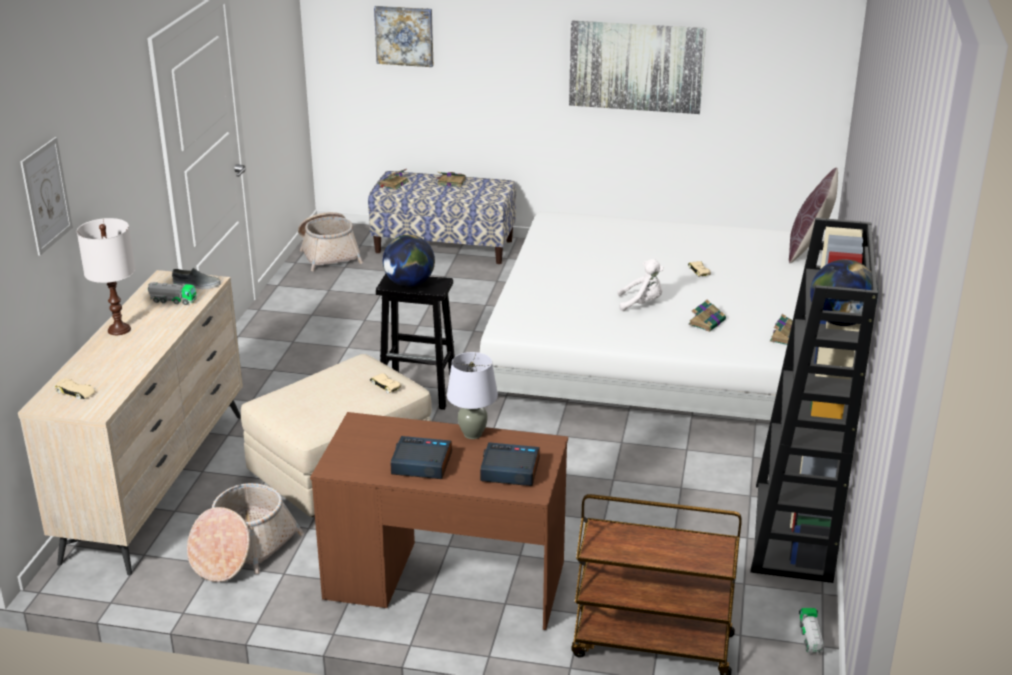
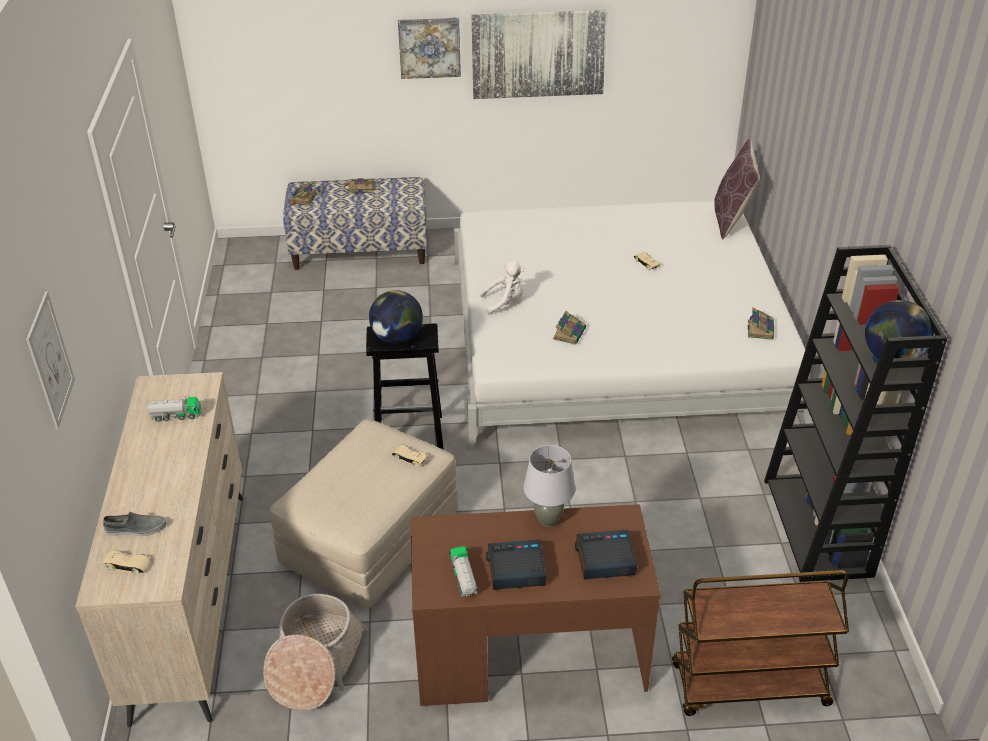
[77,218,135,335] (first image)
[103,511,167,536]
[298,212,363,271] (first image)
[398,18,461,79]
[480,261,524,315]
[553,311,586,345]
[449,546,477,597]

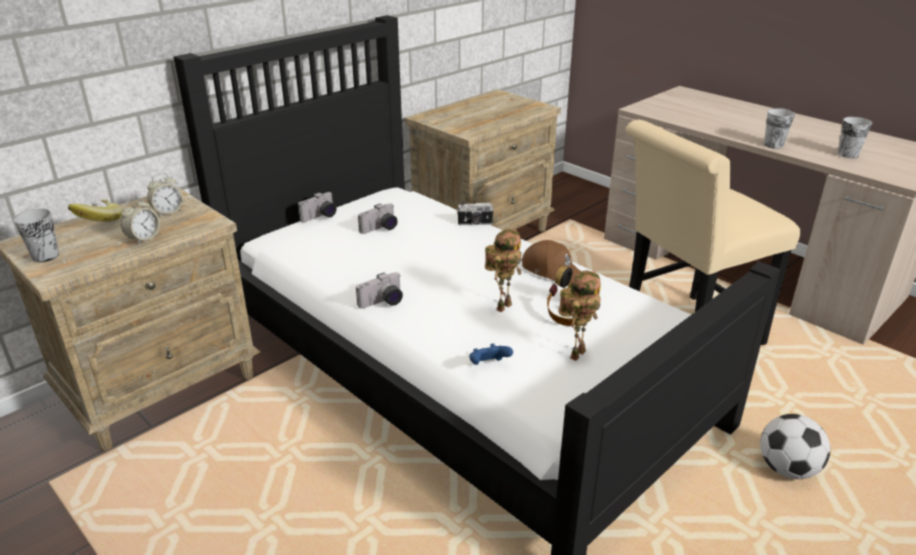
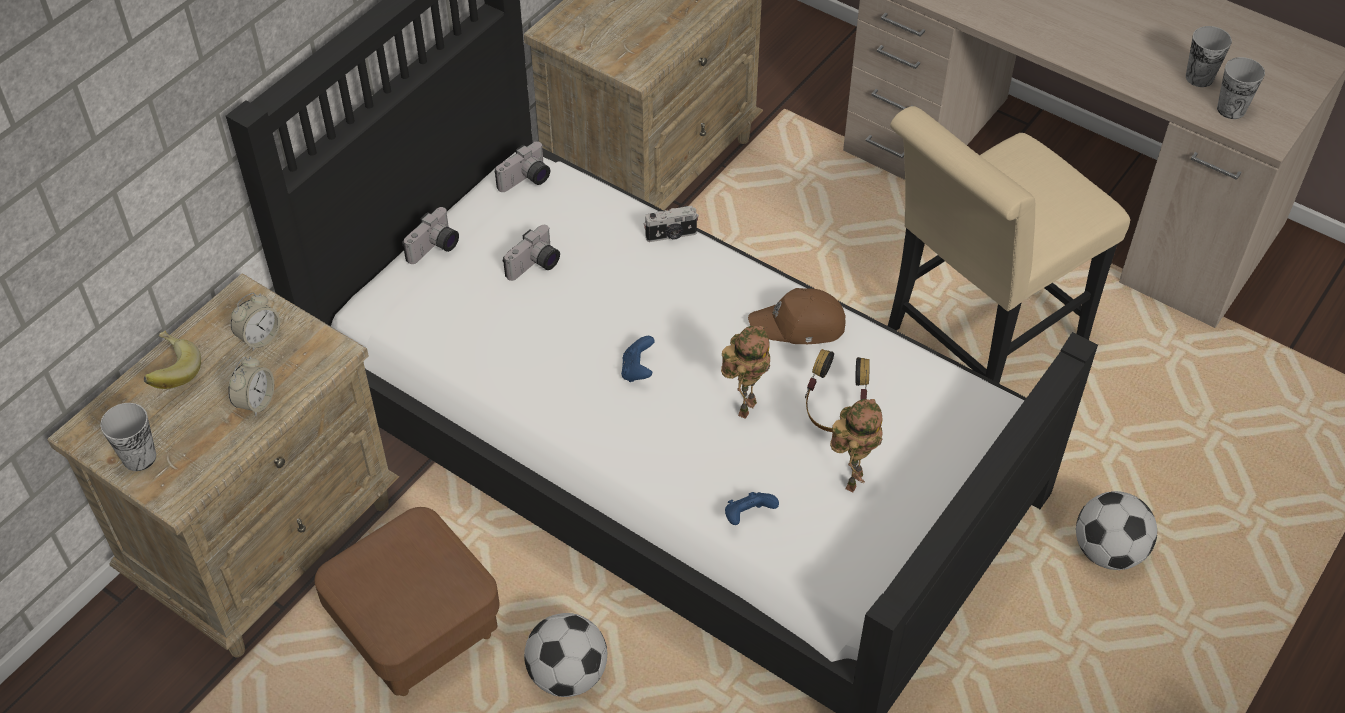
[494,142,550,192]
[748,288,846,344]
[1217,57,1265,119]
[315,507,500,696]
[524,613,607,697]
[621,336,655,382]

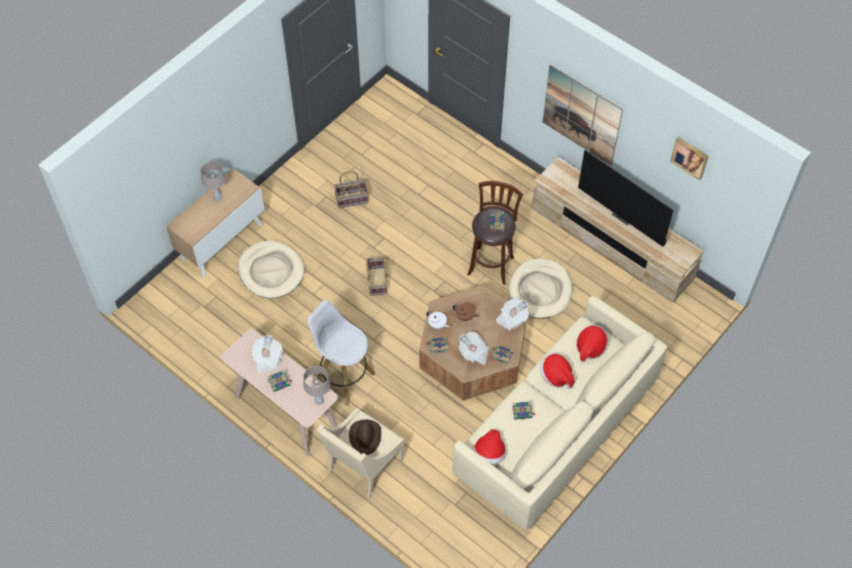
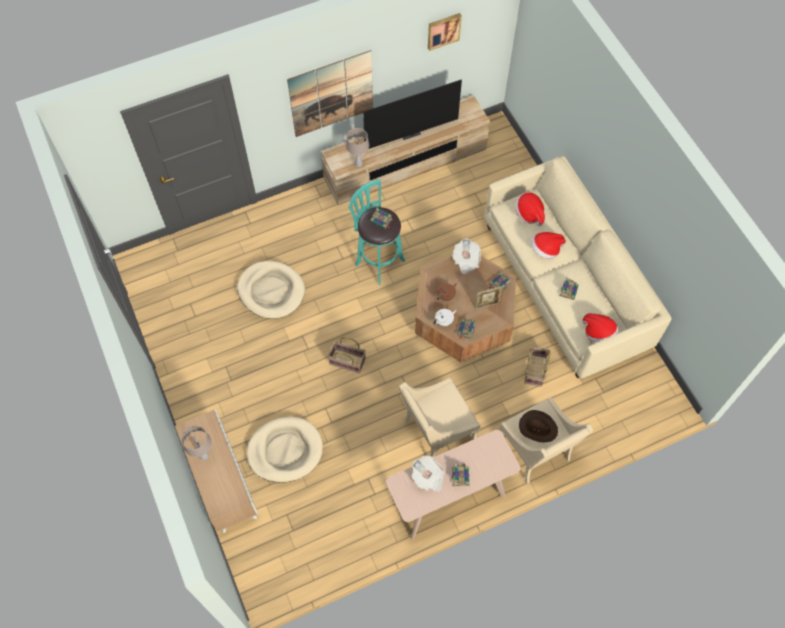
[346,128,369,167]
[399,378,480,457]
[524,346,550,387]
[476,287,502,309]
[349,179,405,285]
[237,261,305,319]

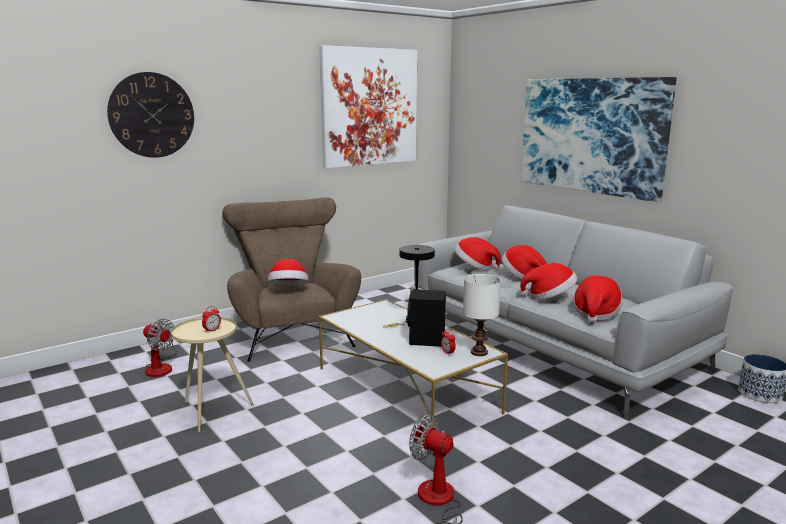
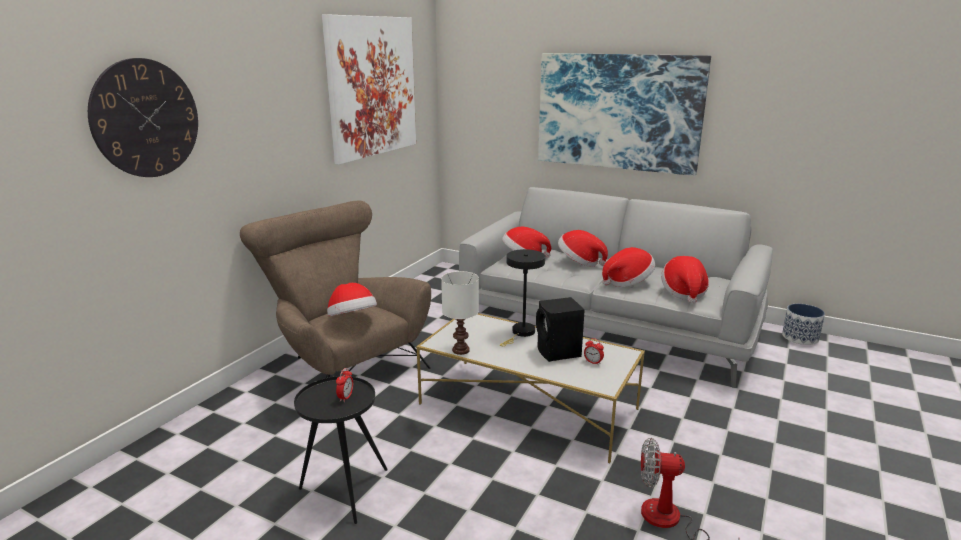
[143,319,177,377] (first image)
[294,376,388,524]
[441,271,479,355]

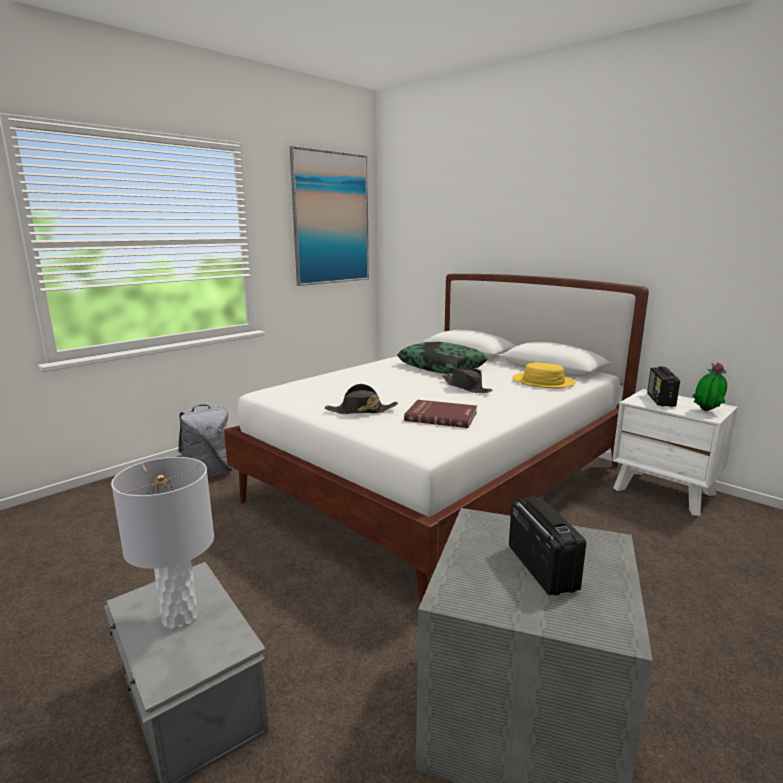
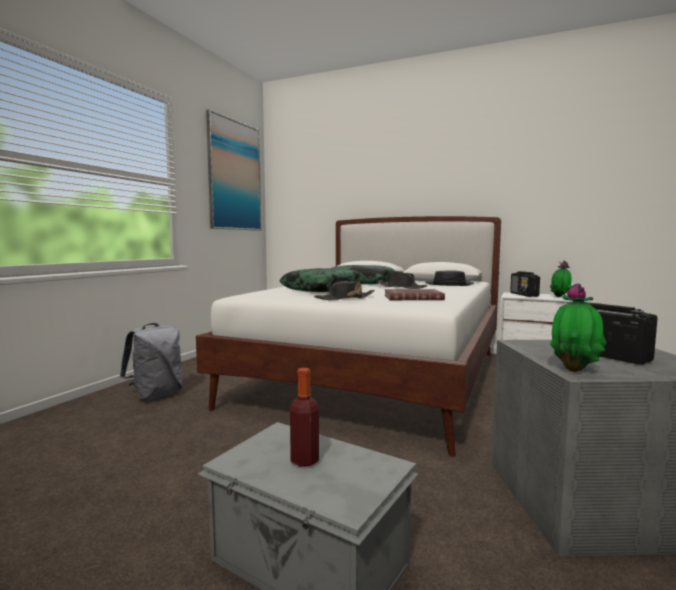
[290,368,319,466]
[425,270,474,286]
[279,268,366,292]
[550,283,607,372]

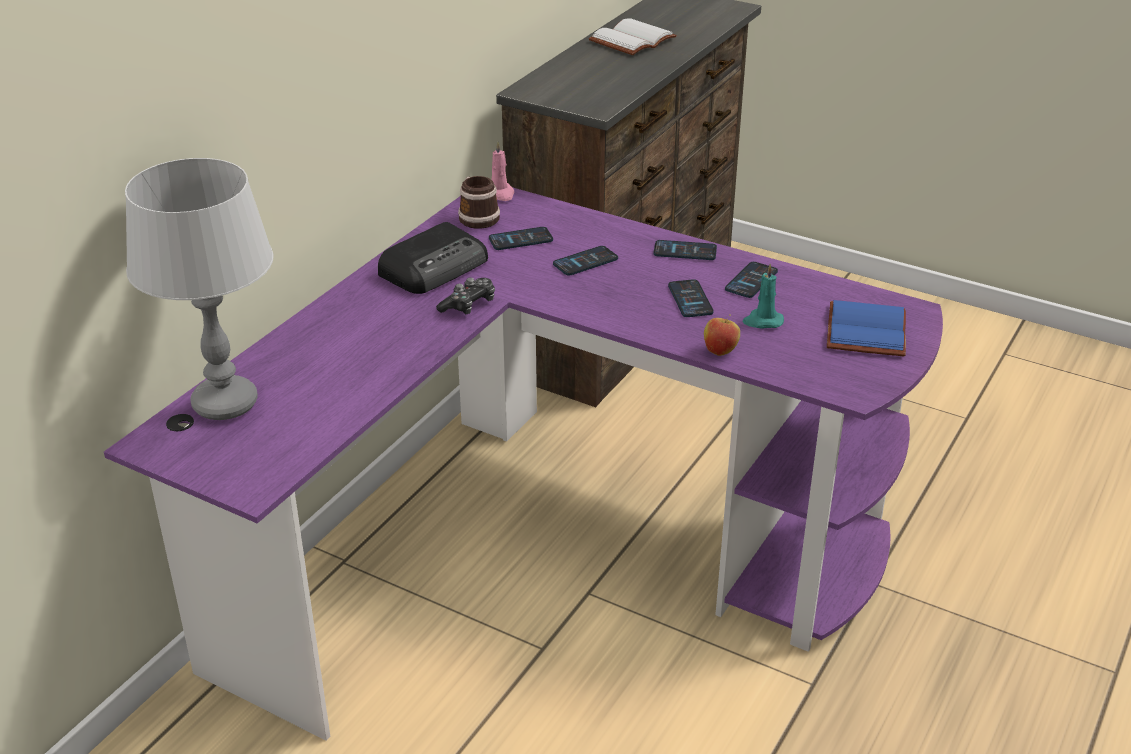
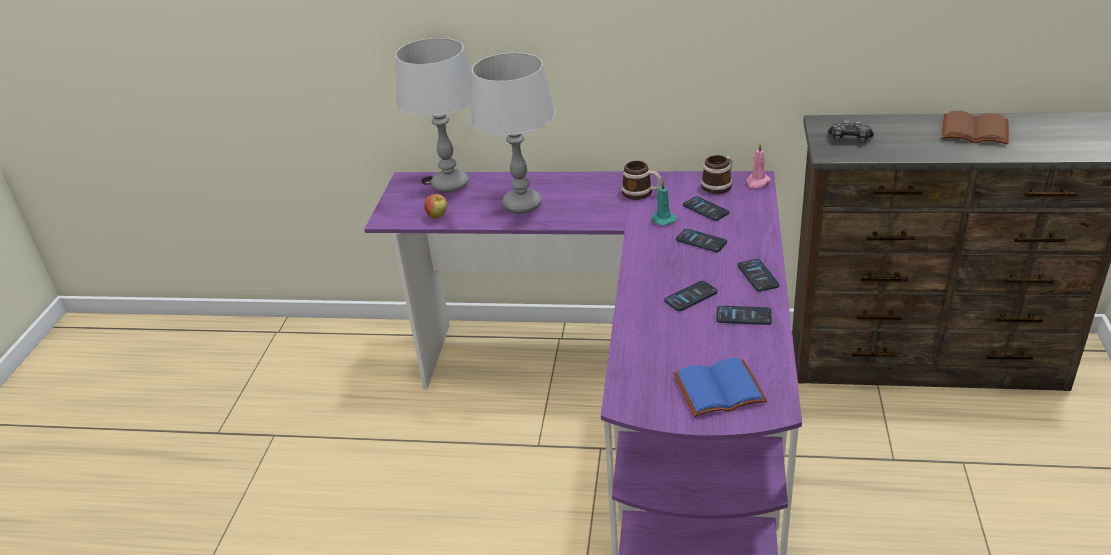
[621,161,662,200]
[828,120,874,143]
[942,111,1009,144]
[424,194,447,219]
[651,180,676,226]
[470,53,555,213]

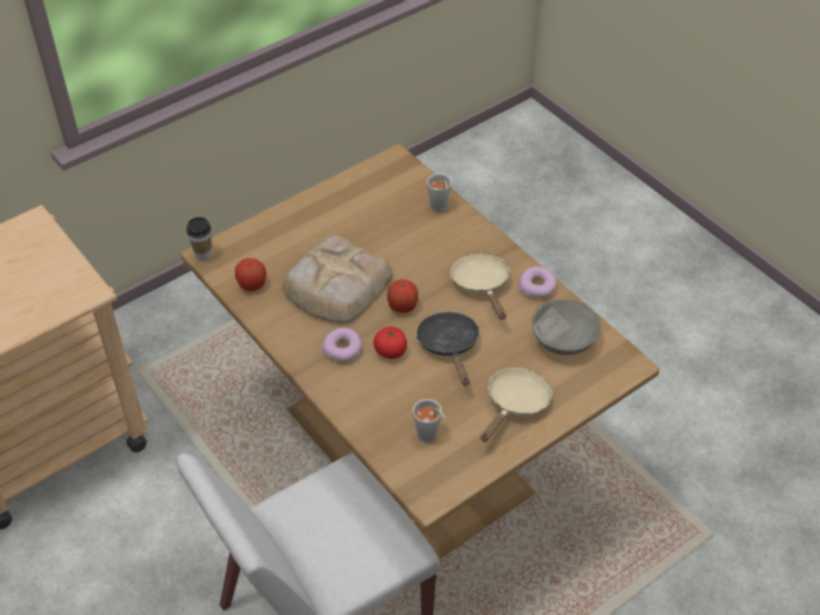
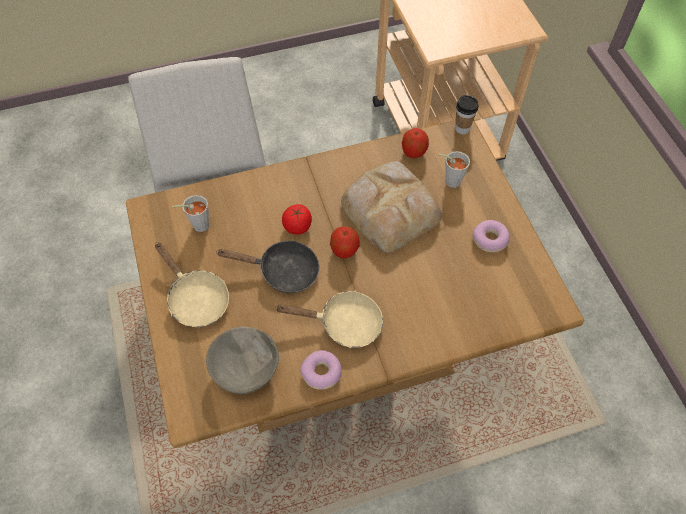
[472,220,510,252]
[438,151,470,188]

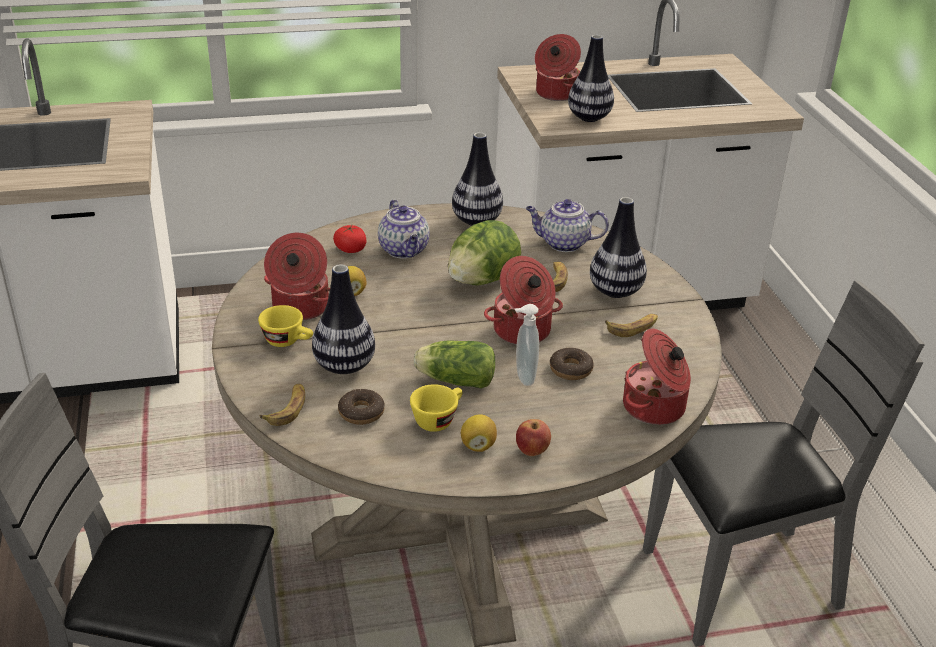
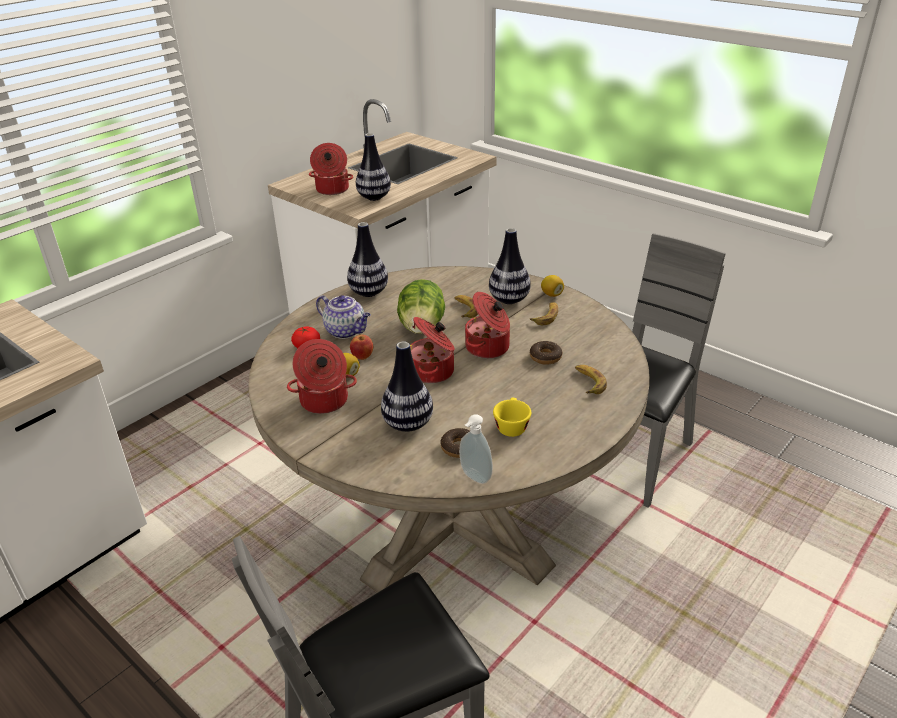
[258,305,313,347] (first image)
[575,365,607,394]
[414,341,495,389] (first image)
[541,275,564,297]
[459,414,493,484]
[350,334,373,360]
[526,199,609,252] (first image)
[410,317,455,384]

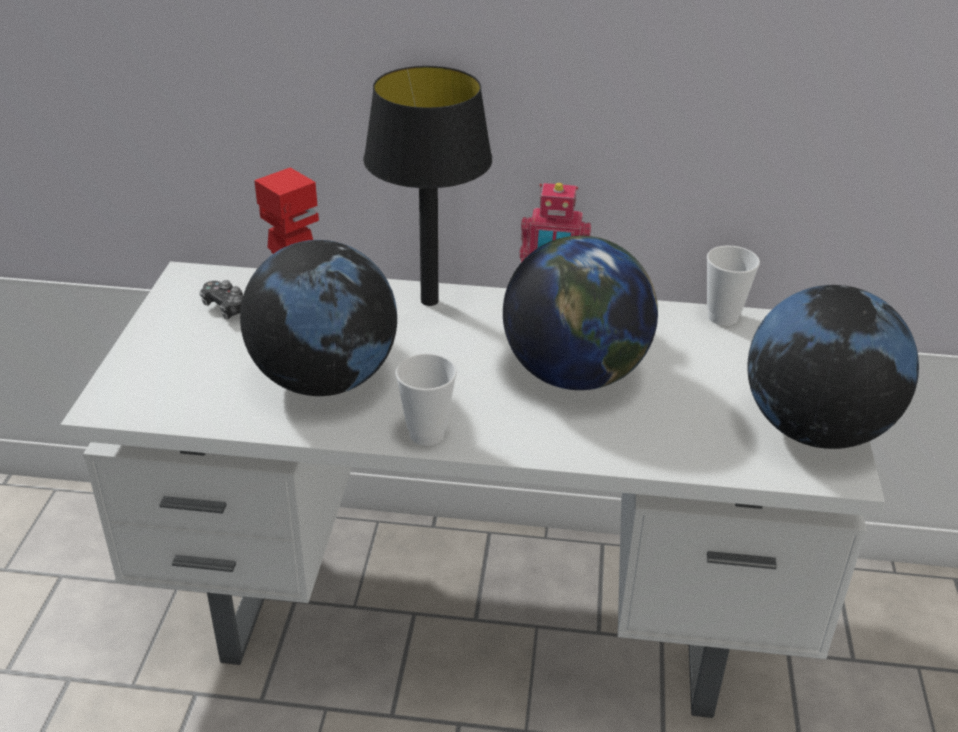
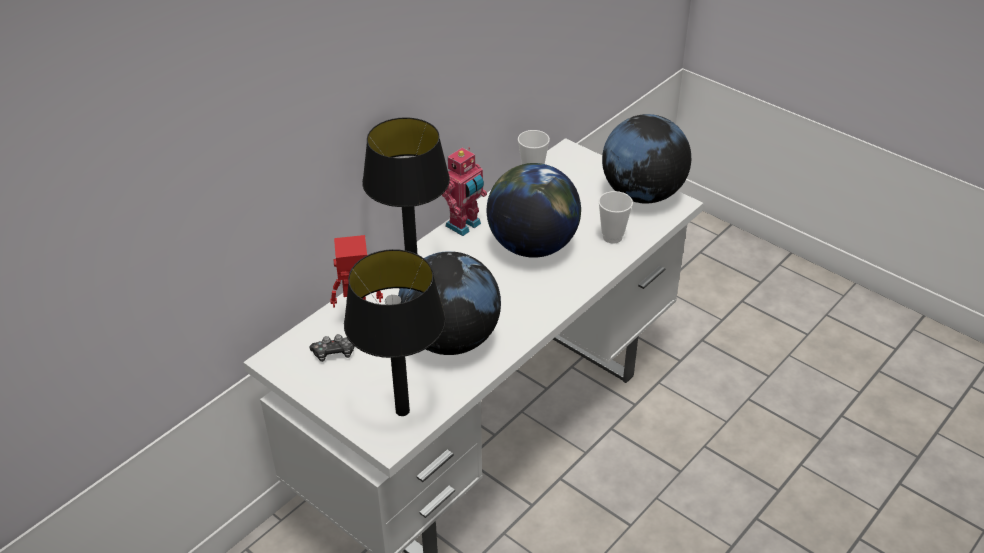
[598,191,633,244]
[344,249,446,416]

